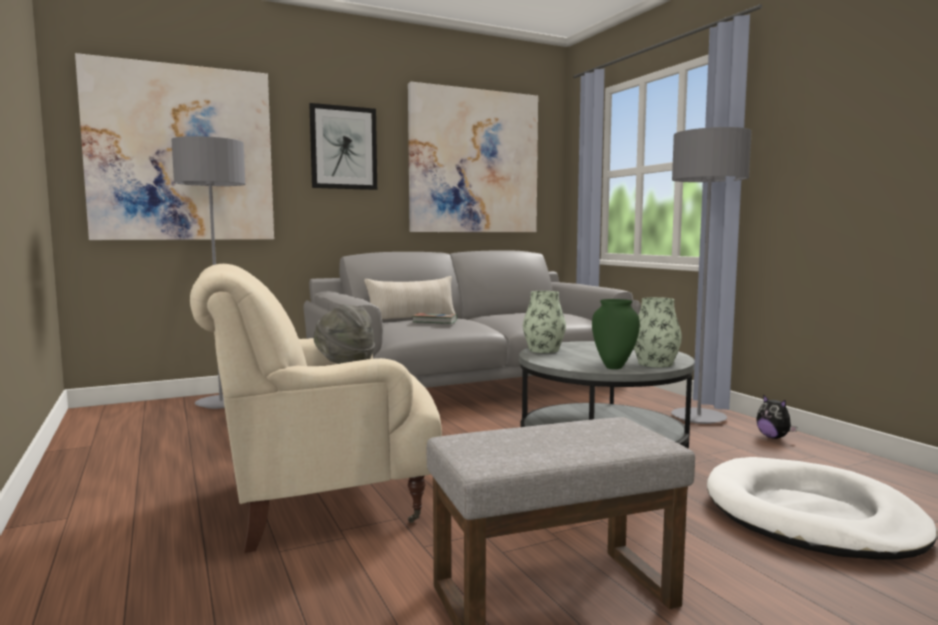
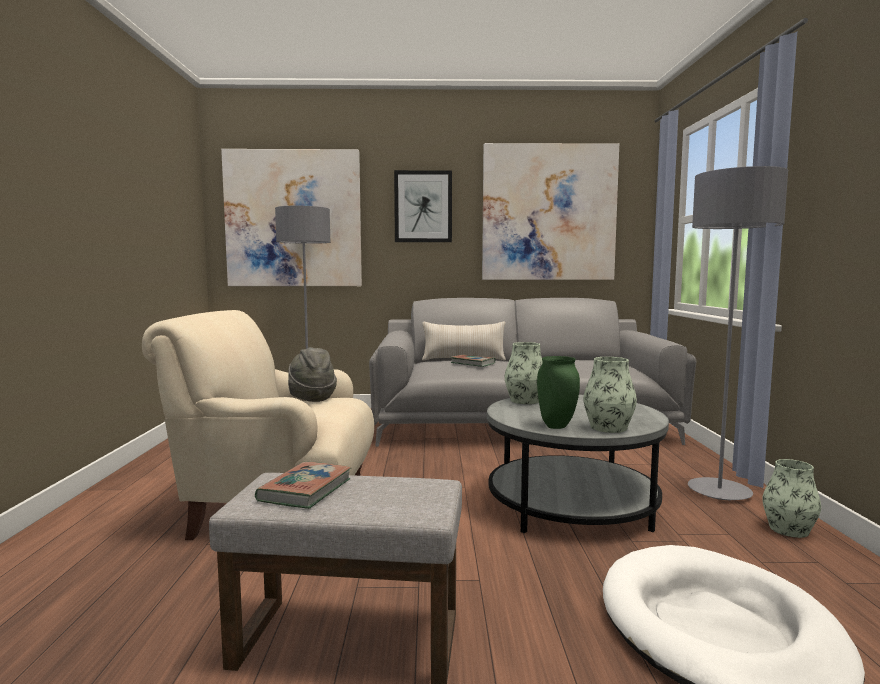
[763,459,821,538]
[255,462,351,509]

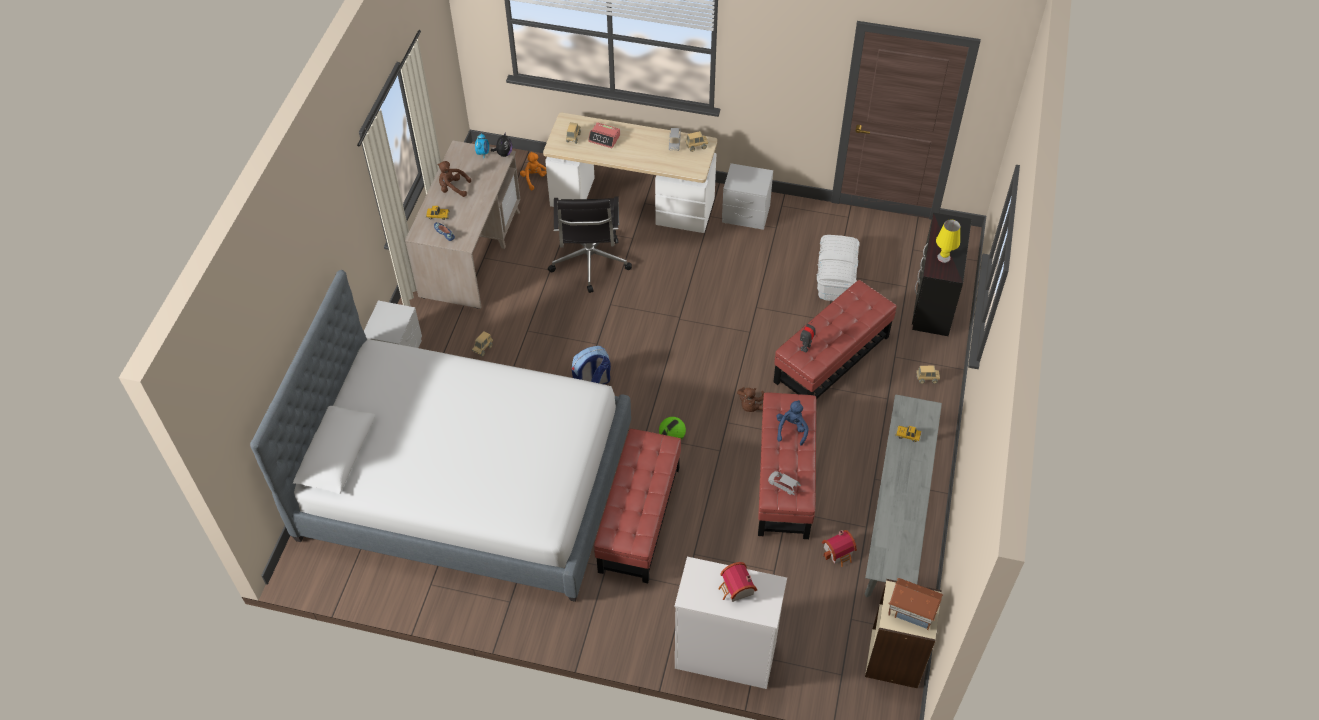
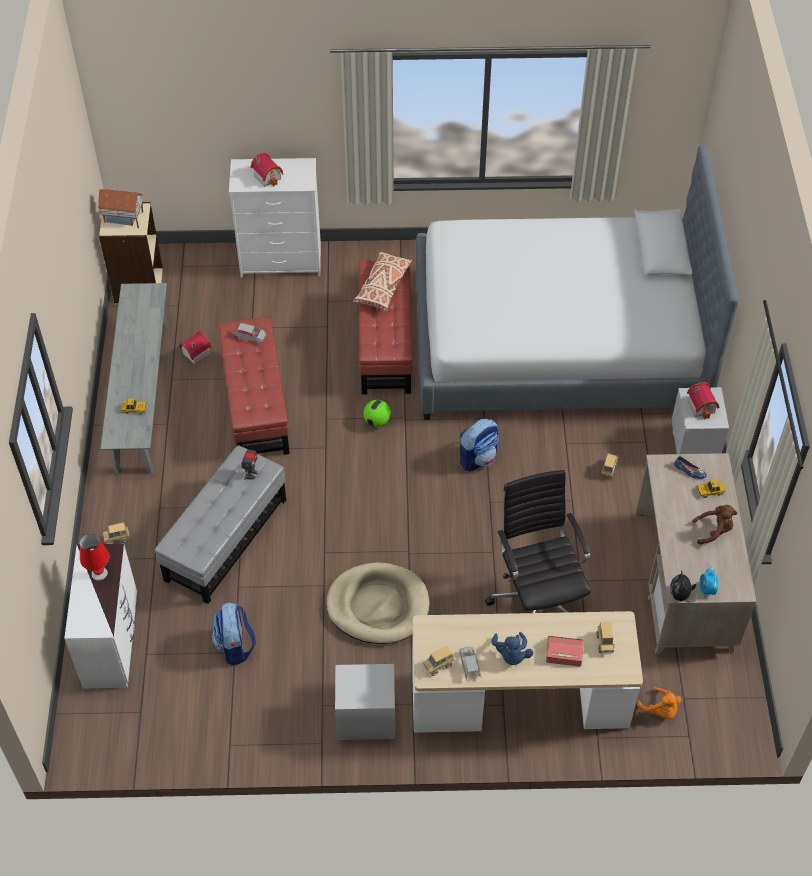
[737,387,764,412] (first image)
[155,445,286,604]
[492,632,533,665]
[212,603,256,666]
[64,544,137,688]
[80,534,109,581]
[326,562,430,644]
[353,252,412,311]
[687,382,719,420]

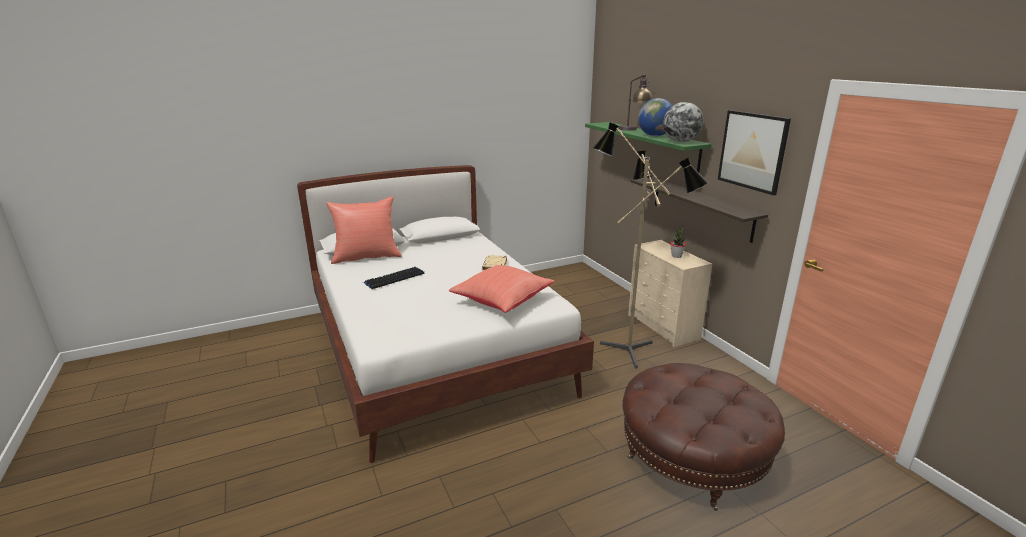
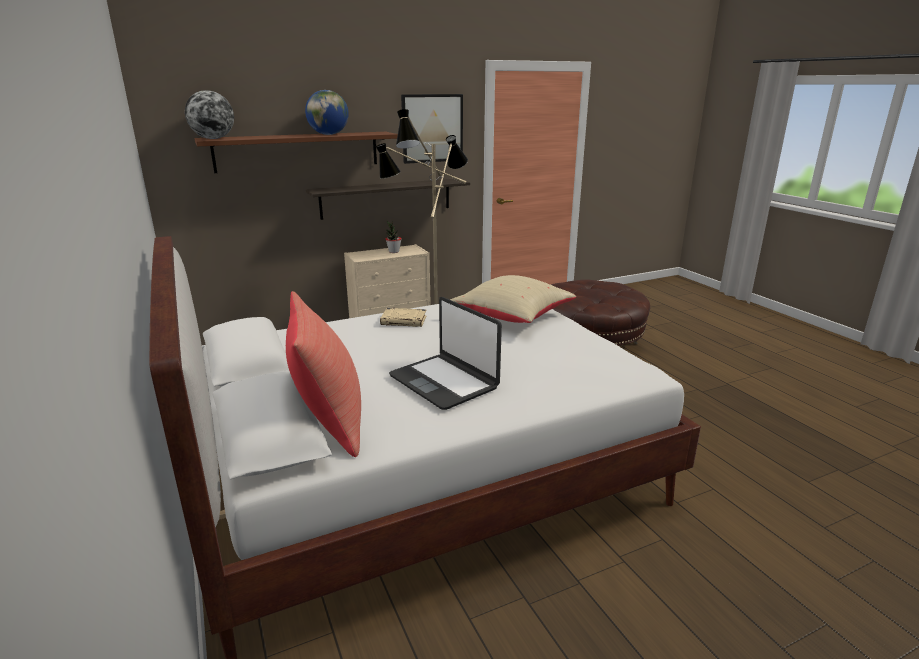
[389,297,502,410]
[450,275,576,323]
[195,132,398,173]
[618,74,652,131] (first image)
[185,90,234,139]

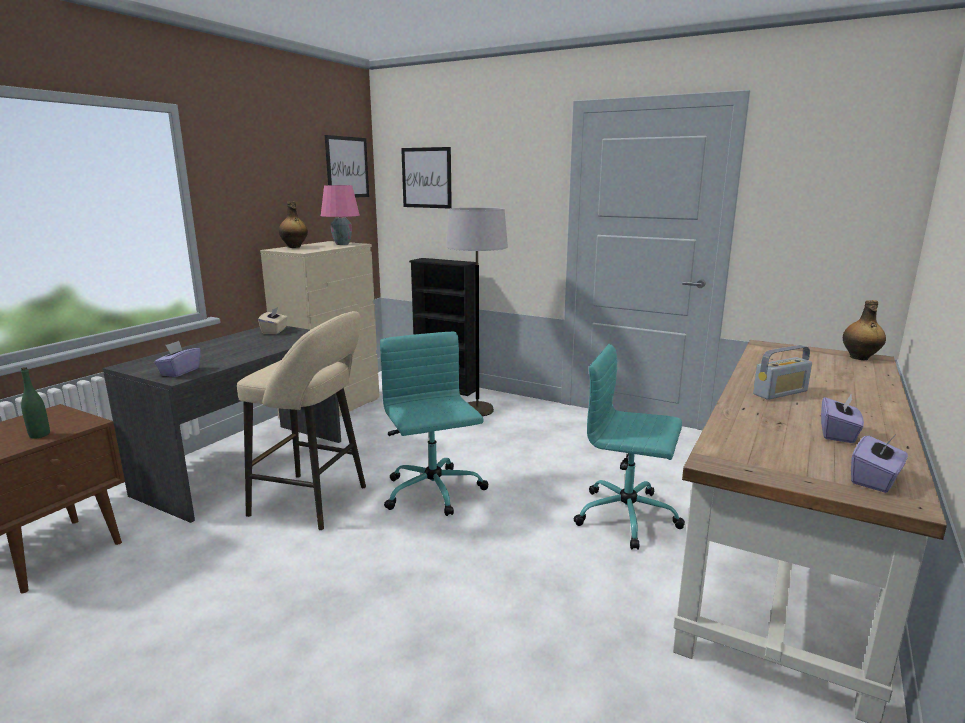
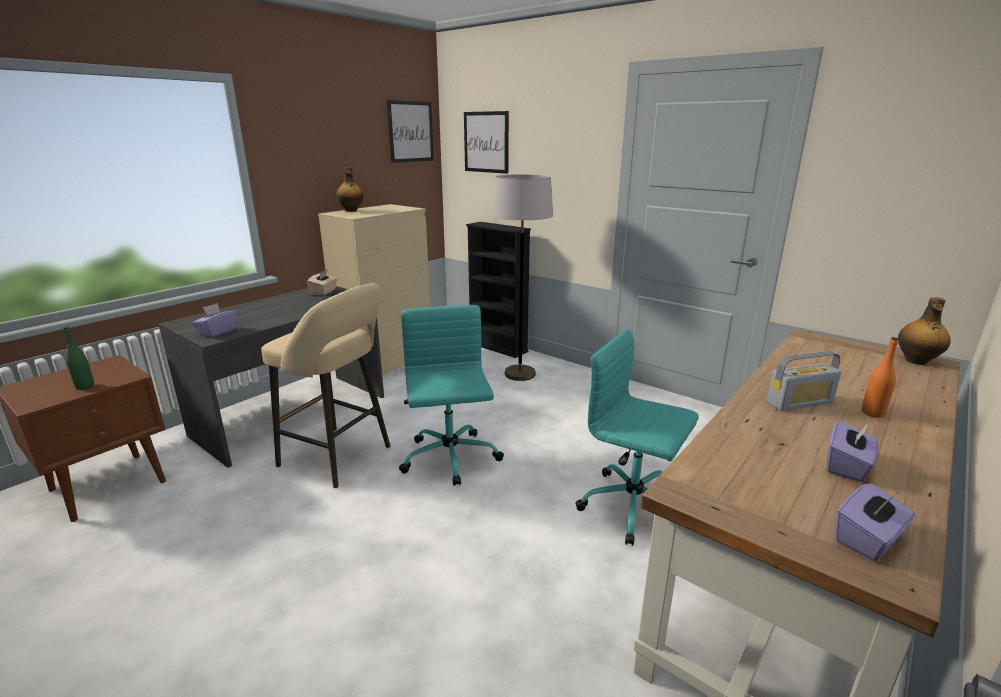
[321,185,360,245] (first image)
[862,337,898,418]

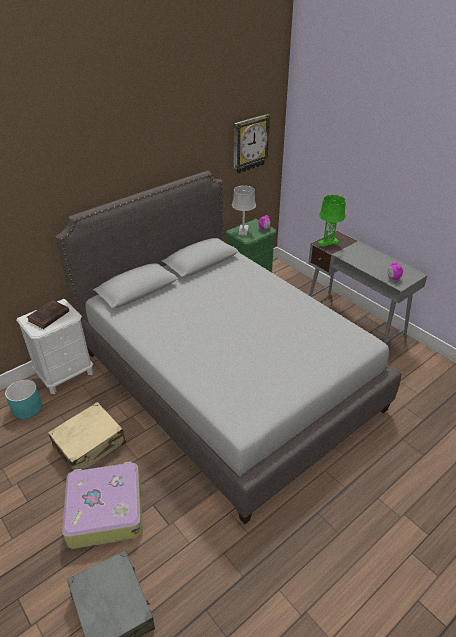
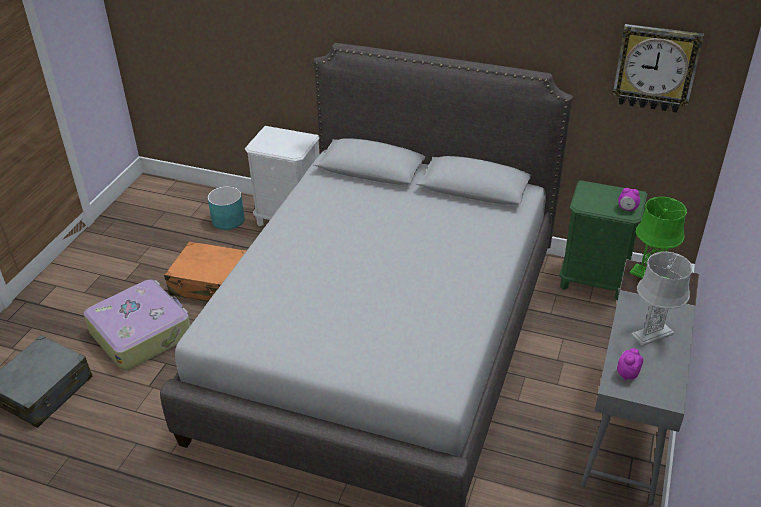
[27,300,69,329] (first image)
[164,241,247,301]
[631,252,693,346]

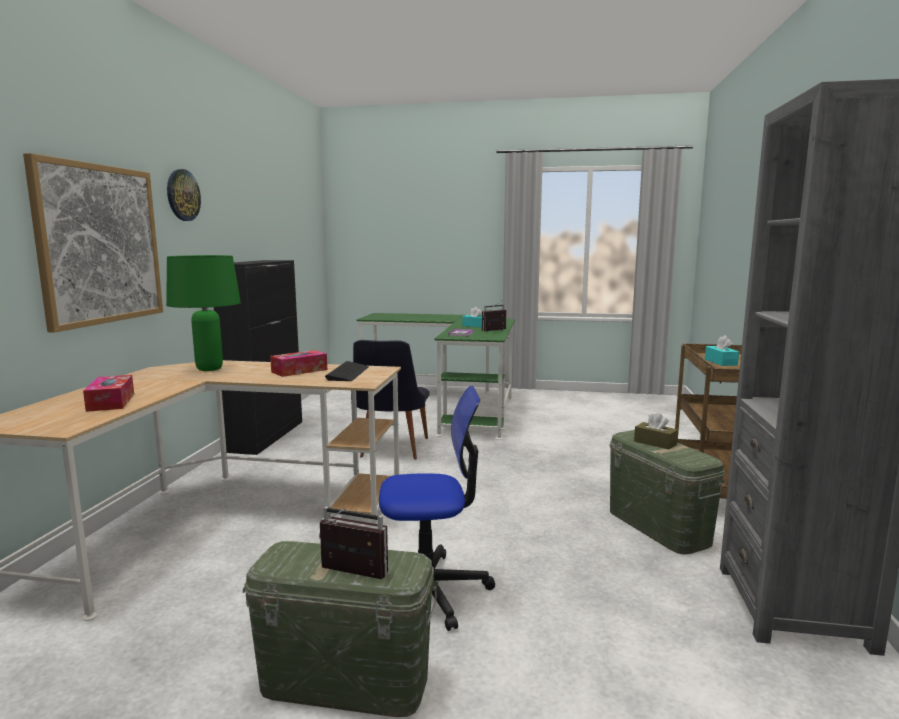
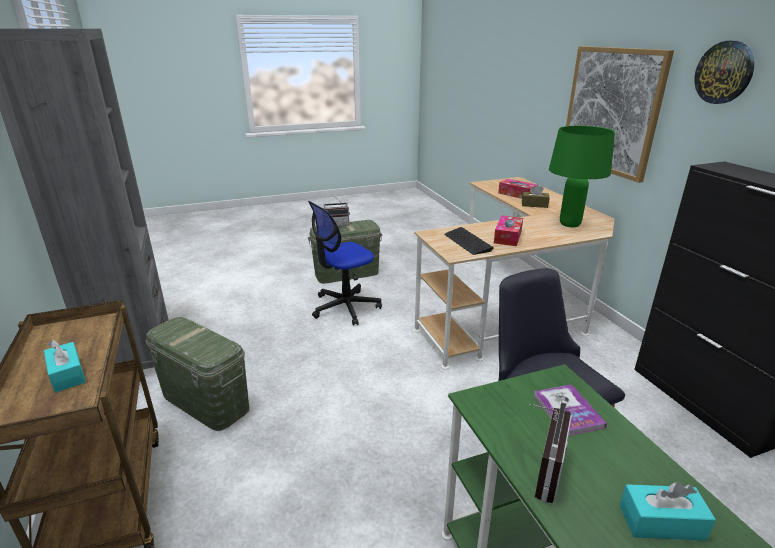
[522,184,550,208]

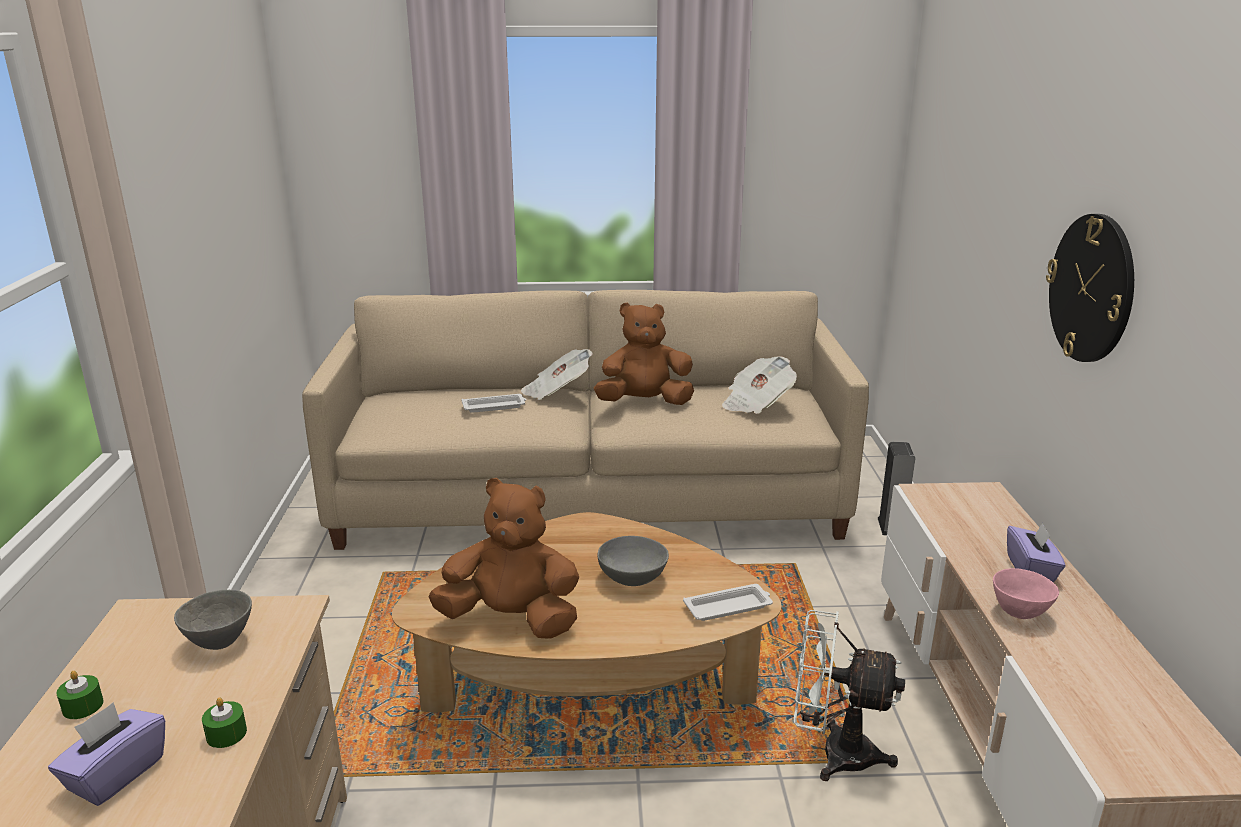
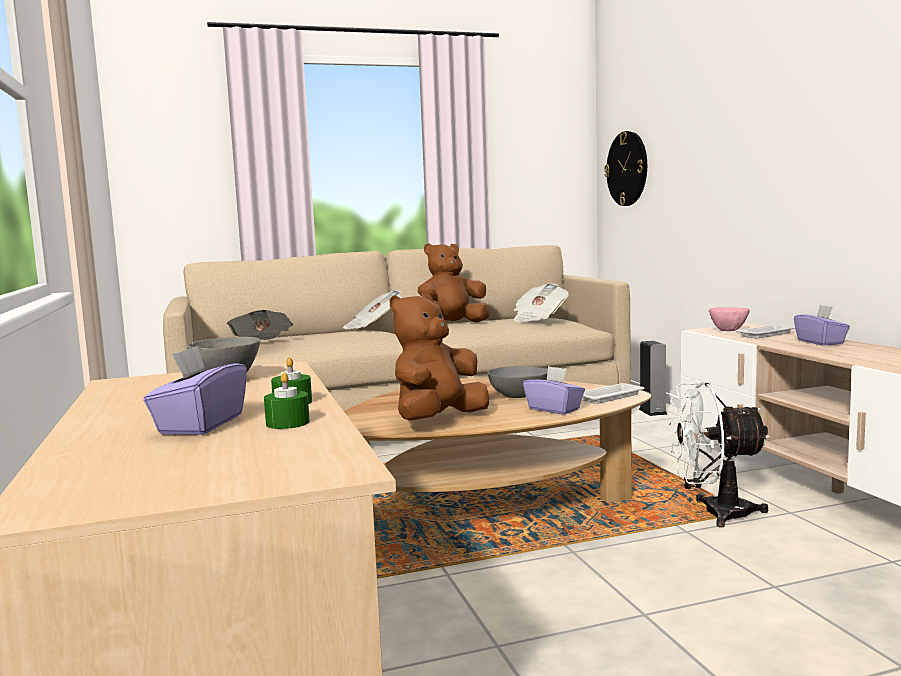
[264,372,310,429]
[390,294,489,420]
[736,325,795,339]
[709,307,750,331]
[604,131,647,206]
[227,310,293,340]
[523,366,585,414]

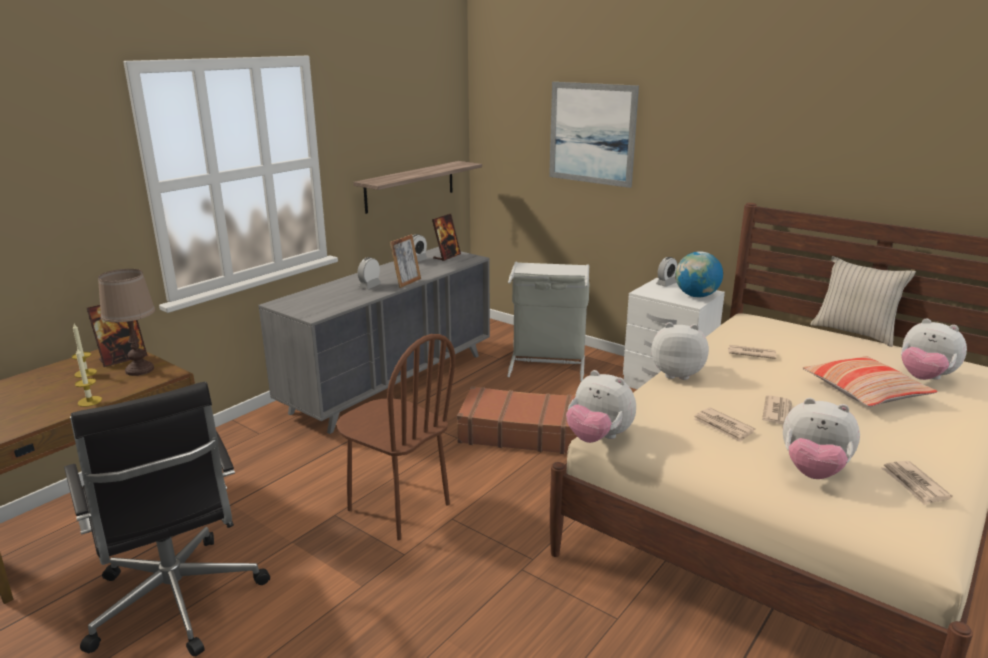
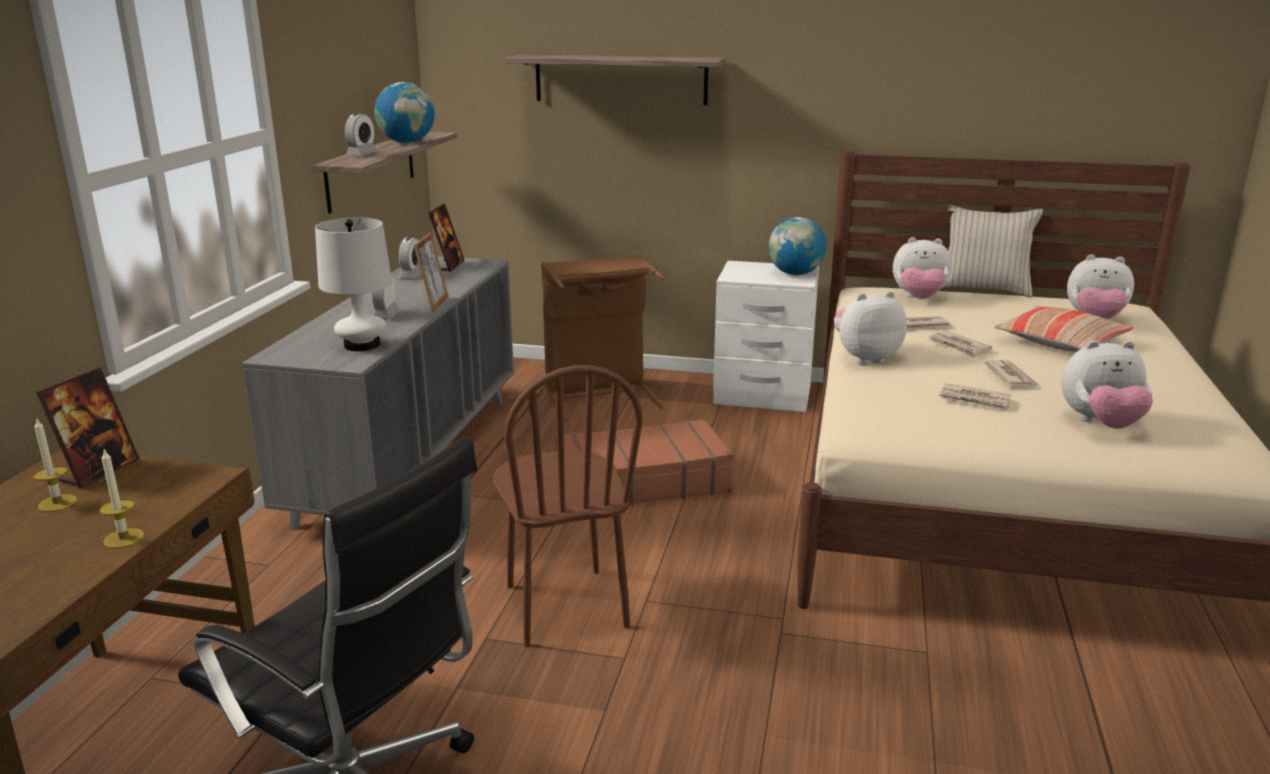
[98,269,155,376] (first image)
[493,365,643,647]
[541,255,665,421]
[505,55,726,105]
[893,237,952,299]
[345,113,377,155]
[928,331,992,358]
[315,218,392,351]
[374,82,435,143]

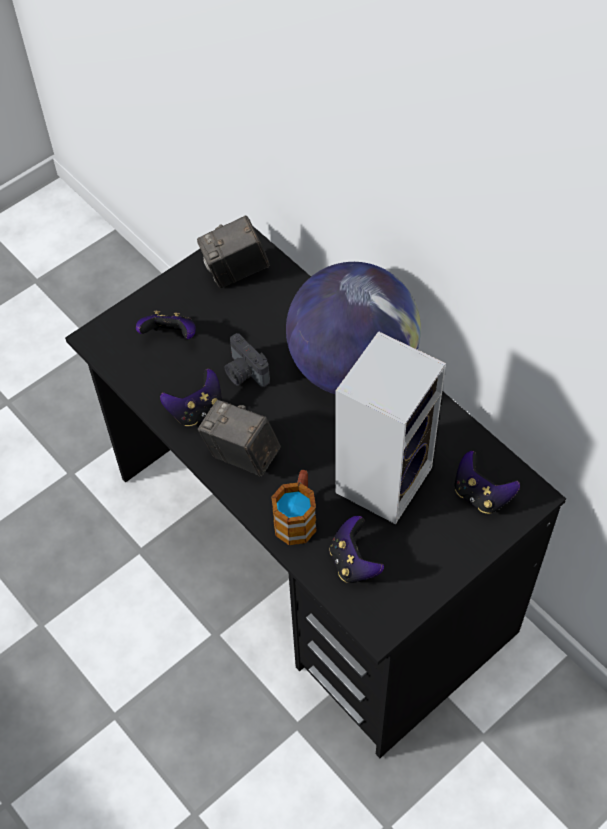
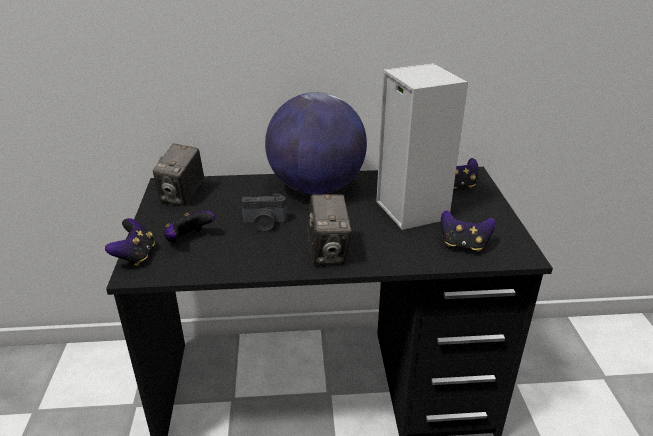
[105,218,155,266]
[307,194,352,264]
[271,470,317,545] (first image)

